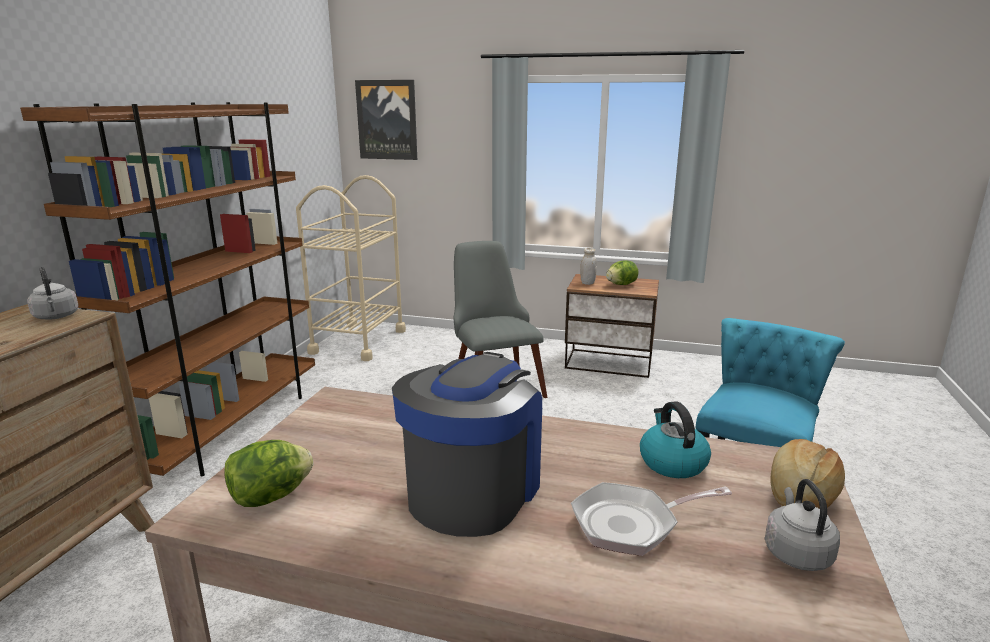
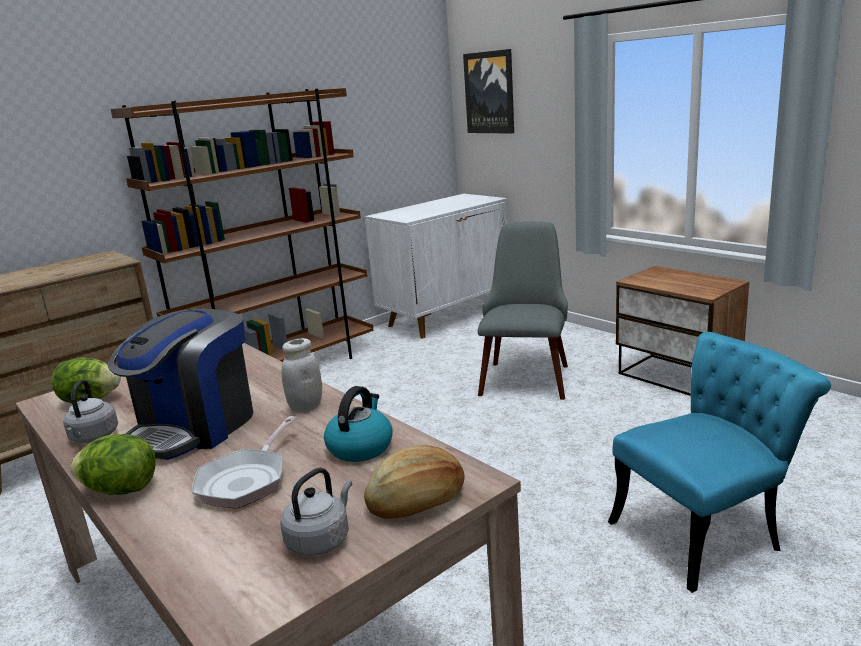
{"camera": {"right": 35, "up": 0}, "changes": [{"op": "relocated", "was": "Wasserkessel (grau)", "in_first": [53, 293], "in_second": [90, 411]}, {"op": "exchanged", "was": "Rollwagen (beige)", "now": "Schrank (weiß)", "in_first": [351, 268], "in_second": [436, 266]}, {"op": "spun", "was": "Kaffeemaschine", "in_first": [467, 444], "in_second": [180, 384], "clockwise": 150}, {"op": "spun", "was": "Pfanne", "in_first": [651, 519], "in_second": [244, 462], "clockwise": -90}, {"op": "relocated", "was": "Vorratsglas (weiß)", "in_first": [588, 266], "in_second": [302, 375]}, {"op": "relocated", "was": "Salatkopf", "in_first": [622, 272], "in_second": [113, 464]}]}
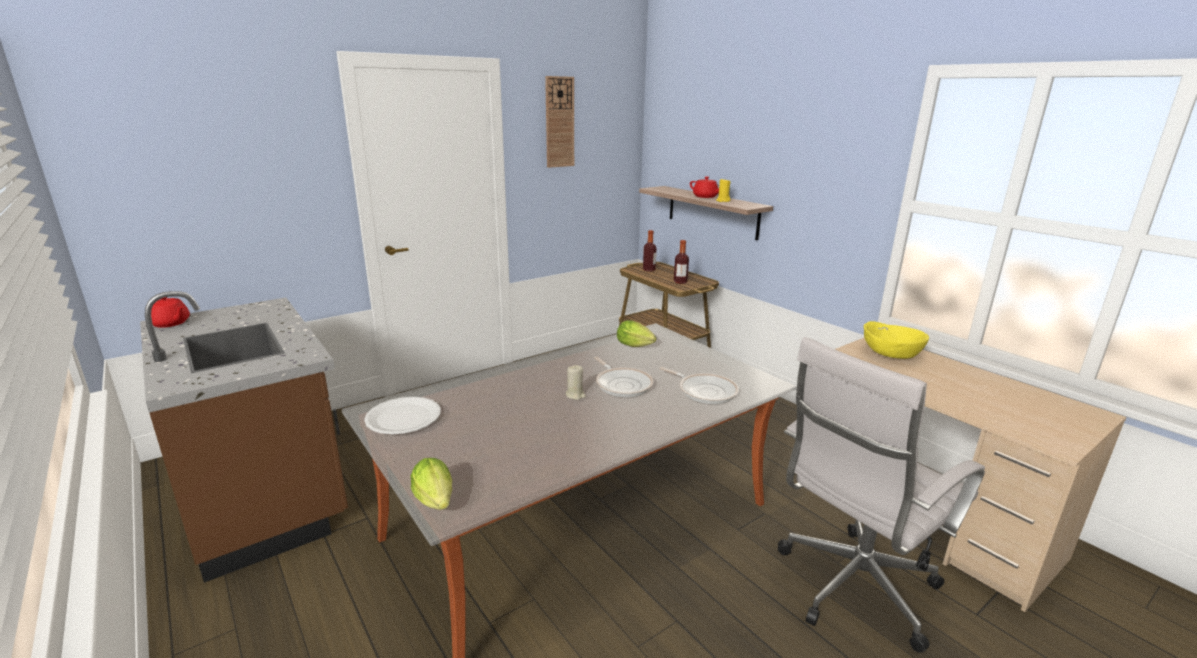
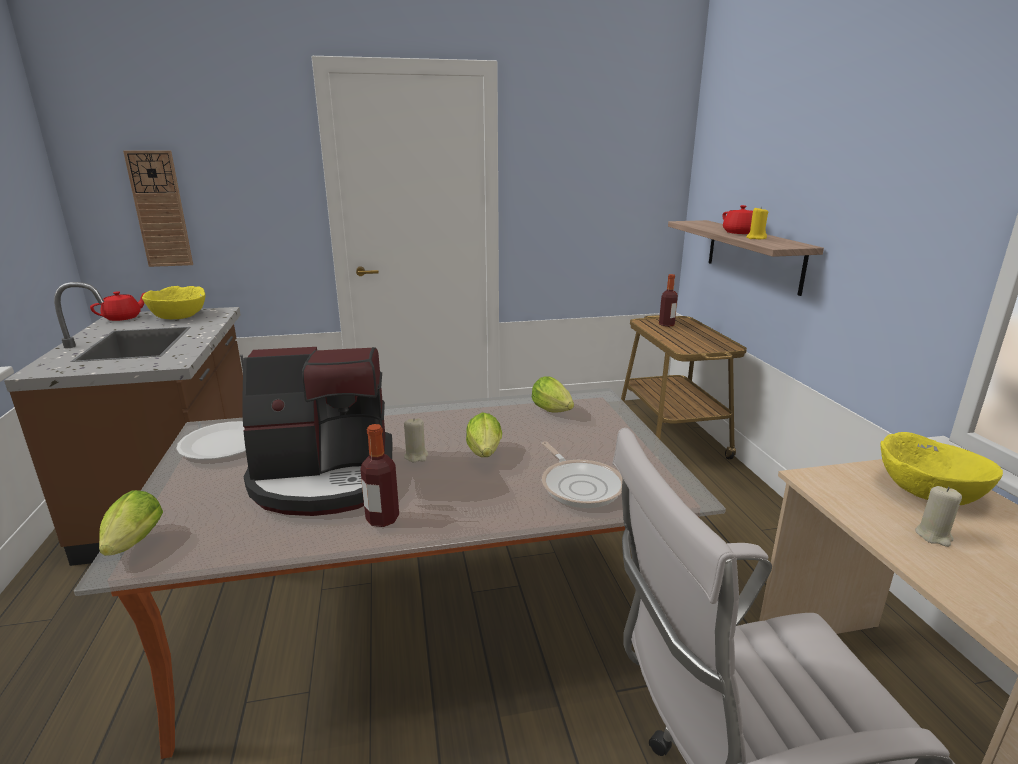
{"camera": {"right": 25, "up": 0}, "changes": [{"op": "spun", "was": "Teekanne (rot)", "in_first": [170, 312], "in_second": [118, 306], "clockwise": -105}, {"op": "relocated", "was": "Wanduhr", "in_first": [559, 122], "in_second": [158, 208]}, {"op": "exchanged", "was": "Pfanne", "now": "Salatkopf", "in_first": [624, 377], "in_second": [484, 435]}, {"op": "relocated", "was": "Flasche", "in_first": [681, 262], "in_second": [379, 475]}, {"op": "appeared", "now": "Schüssel (gelb)", "in_second": [173, 302]}, {"op": "appeared", "now": "Kaffeemaschine", "in_second": [317, 431]}, {"op": "appeared", "now": "Kerze (beige)", "in_second": [938, 516]}]}
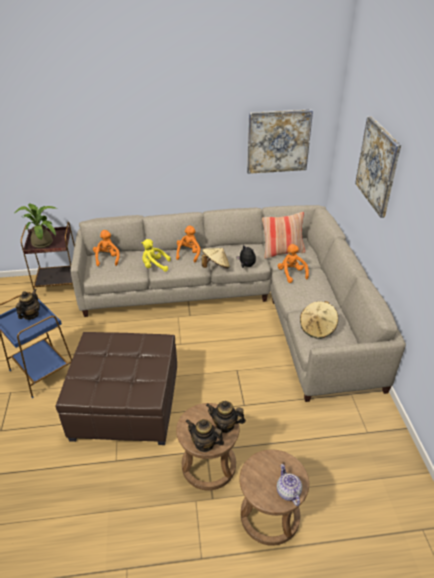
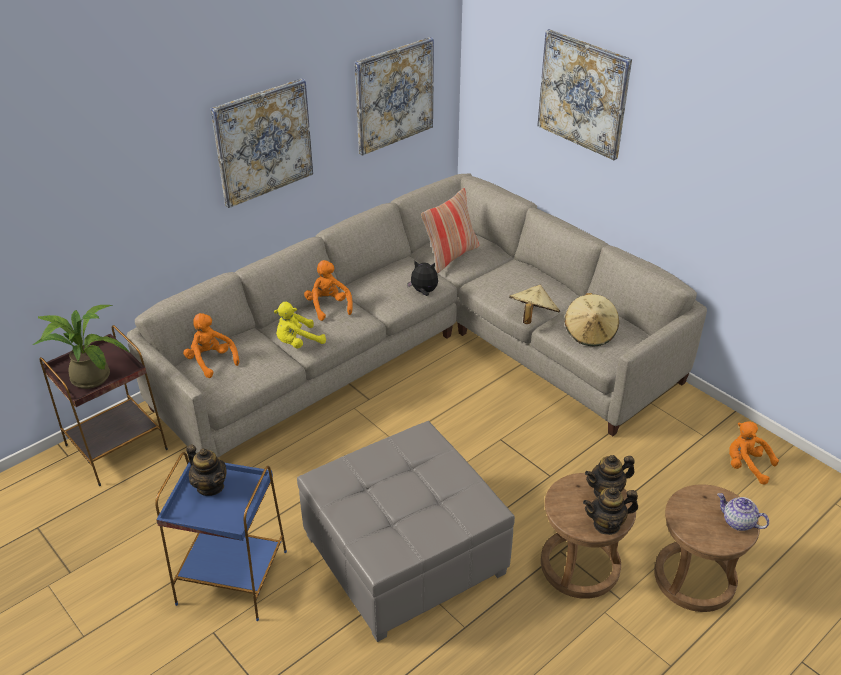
{"camera": {"right": -35, "up": 0}, "changes": [{"op": "spun", "was": "Teekanne", "in_first": [28, 304], "in_second": [206, 470], "clockwise": 150}, {"op": "colour", "was": "Polsterhocker (braun)", "now": "Polsterhocker (grau)", "in_first": [116, 388], "in_second": [406, 531]}, {"op": "relocated", "was": "Hut (beige)", "in_first": [216, 258], "in_second": [534, 304]}, {"op": "relocated", "was": "Plüschtier (orange)", "in_first": [293, 263], "in_second": [754, 452]}, {"op": "appeared", "now": "Bild", "in_second": [262, 143]}]}
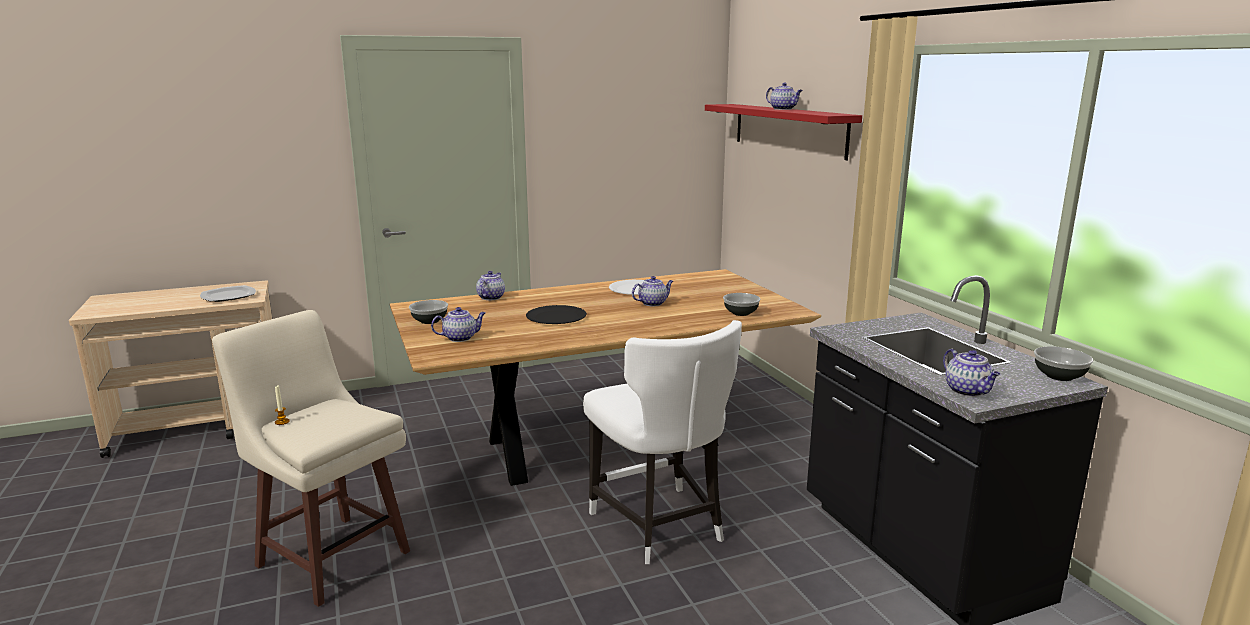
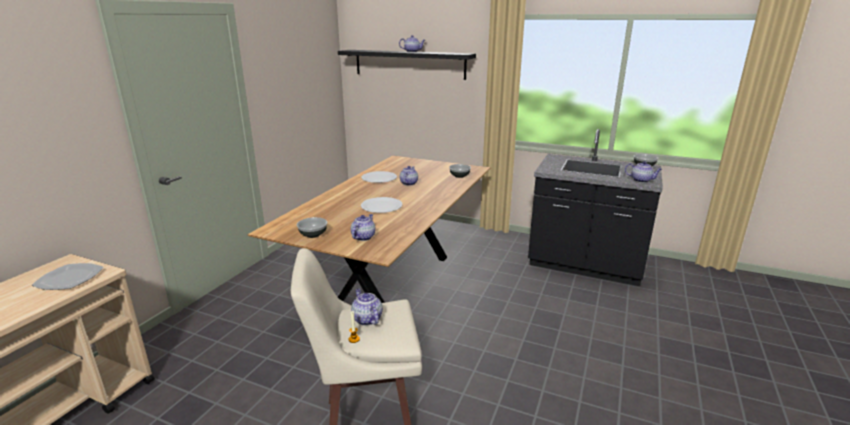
{"camera": {"right": -45, "up": 5}, "changes": [{"op": "relocated", "was": "Teekanne", "in_first": [490, 285], "in_second": [367, 307]}, {"op": "colour", "was": "Teller (schwarz)", "now": "Teller (weiß)", "in_first": [556, 314], "in_second": [381, 205]}, {"op": "missing", "was": "Stuhl (weiß)", "in_first": [662, 442]}, {"op": "colour", "was": "Wandregal (rot)", "now": "Wandregal (schwarz)", "in_first": [783, 132], "in_second": [407, 65]}]}
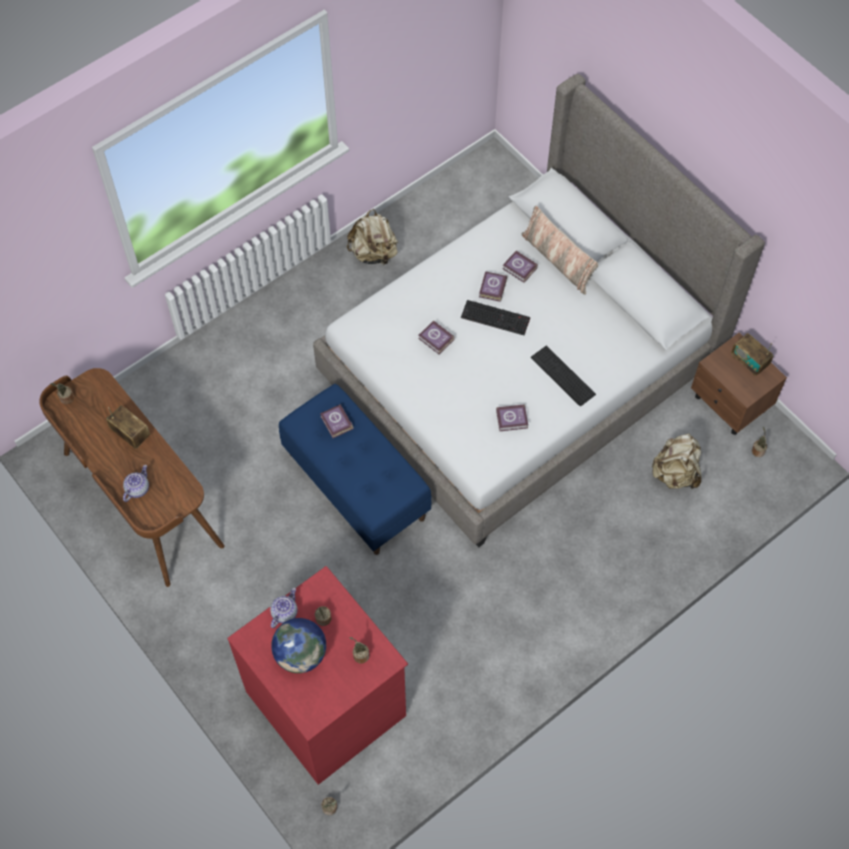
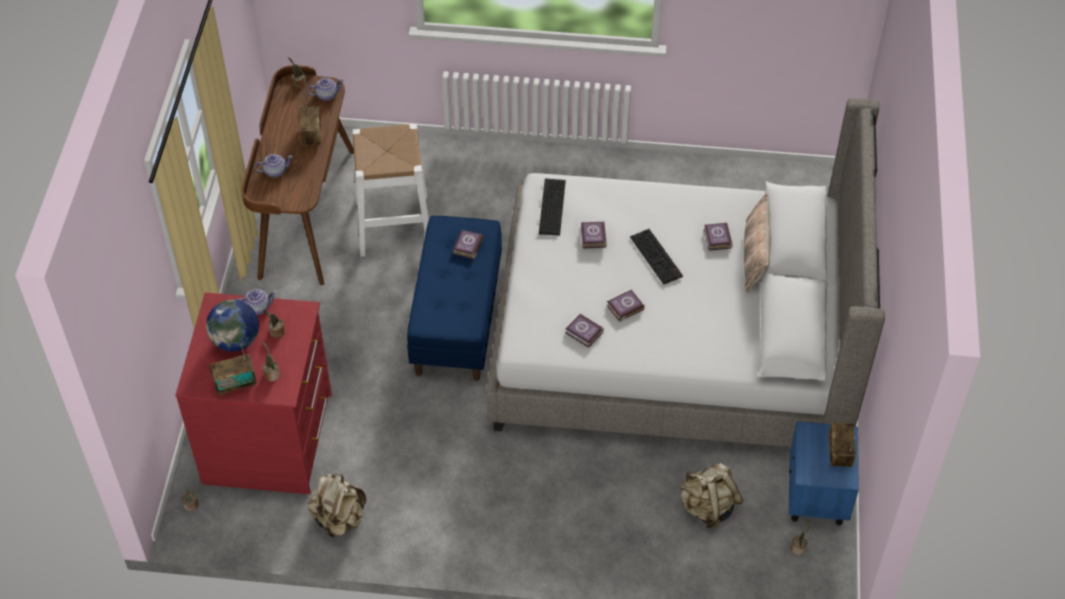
{"camera": {"right": 45, "up": -10}, "changes": [{"op": "relocated", "was": "Rucksack (beige)", "in_first": [372, 237], "in_second": [336, 505]}, {"op": "relocated", "was": "Buch", "in_first": [493, 286], "in_second": [626, 306]}, {"op": "relocated", "was": "Tastatur", "in_first": [563, 376], "in_second": [552, 207]}, {"op": "colour", "was": "Nachttisch (braun)", "now": "Nachttisch (blau)", "in_first": [739, 384], "in_second": [824, 473]}, {"op": "appeared", "now": "Radio", "in_second": [233, 370]}, {"op": "appeared", "now": "Teekanne", "in_second": [325, 89]}, {"op": "appeared", "now": "Hocker (weiß)", "in_second": [390, 190]}]}
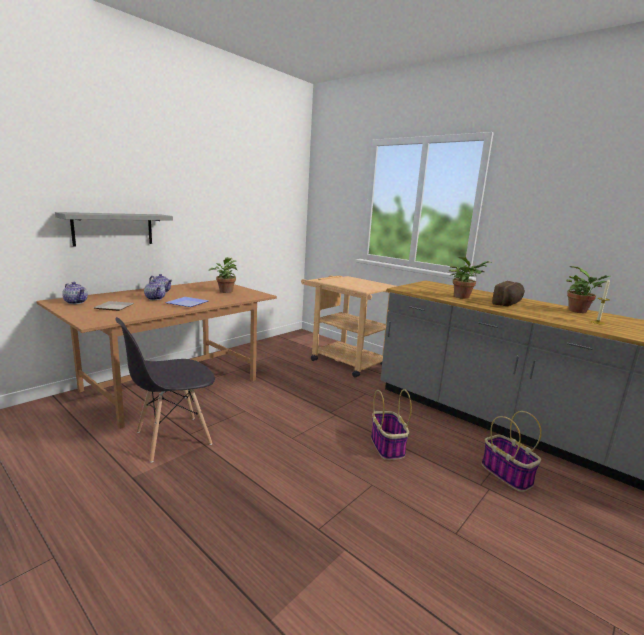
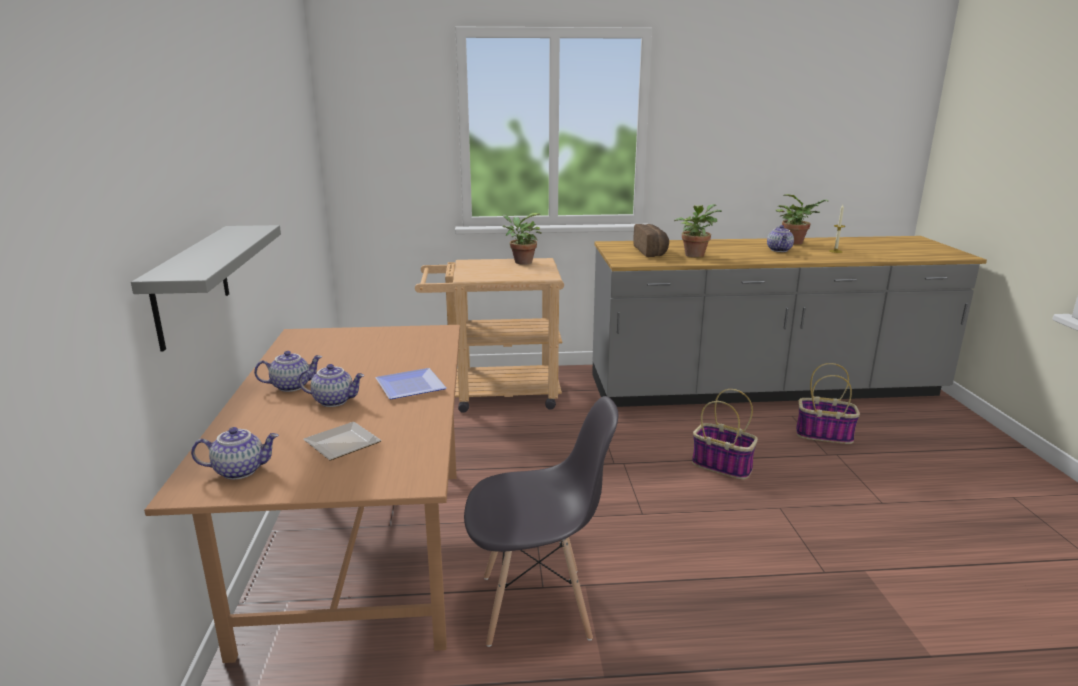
{"camera": {"right": -45, "up": 5}, "changes": [{"op": "spun", "was": "Stuhl (grau)", "in_first": [165, 390], "in_second": [541, 521], "clockwise": -105}, {"op": "relocated", "was": "Topfpflanze", "in_first": [223, 275], "in_second": [522, 238]}, {"op": "relocated", "was": "Brot", "in_first": [508, 293], "in_second": [651, 240]}, {"op": "appeared", "now": "Teekanne", "in_second": [780, 238]}]}
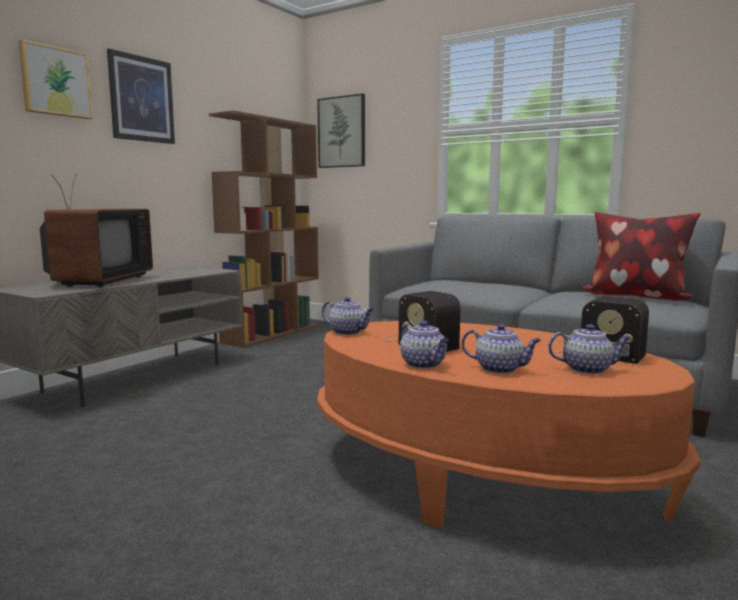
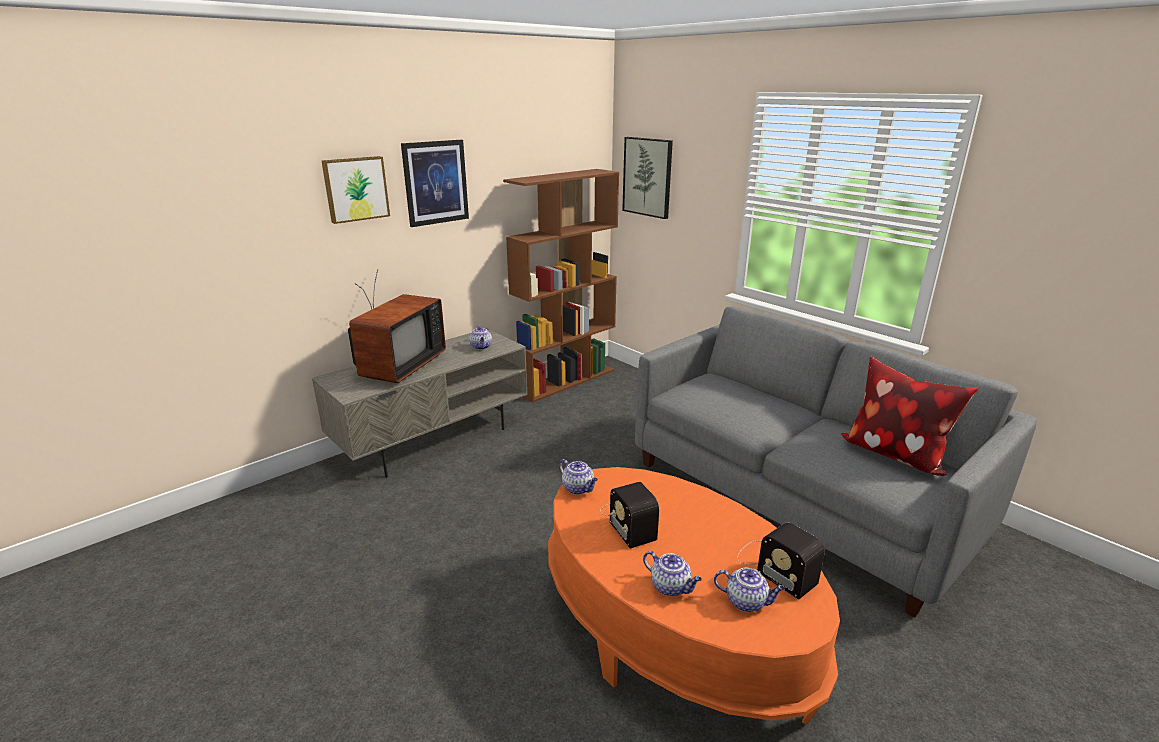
{"camera": {"right": 15, "up": 15}, "changes": [{"op": "relocated", "was": "Teekanne", "in_first": [424, 344], "in_second": [480, 338]}]}
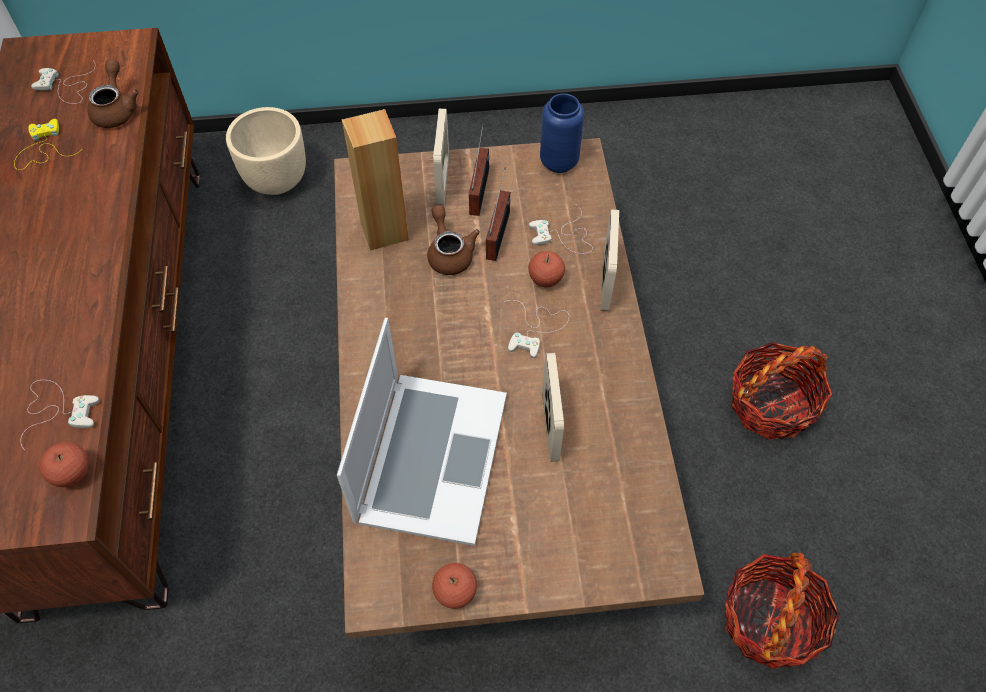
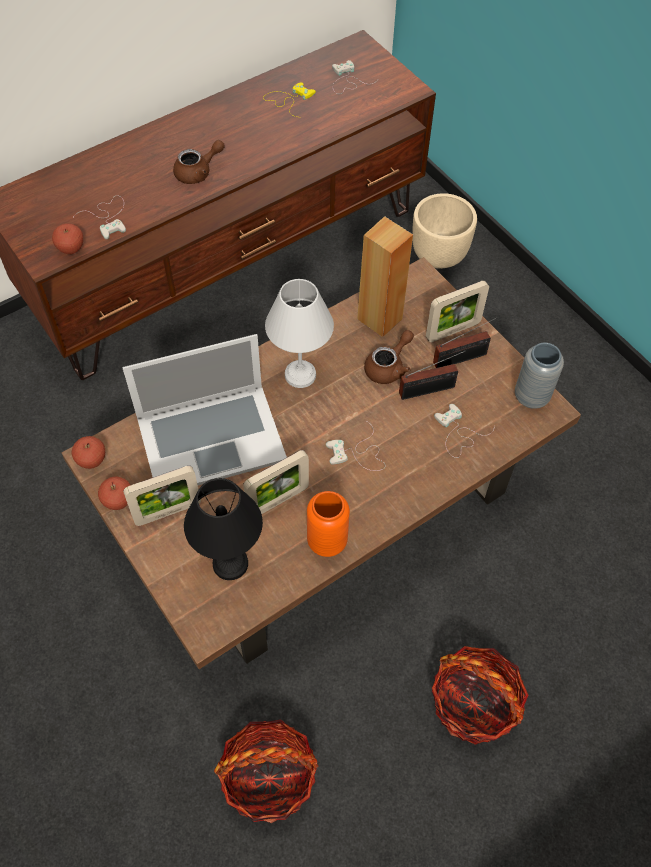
{"camera": {"right": 60, "up": 0}, "changes": [{"op": "relocated", "was": "Teekanne (braun)", "in_first": [113, 93], "in_second": [199, 162]}, {"op": "relocated", "was": "Apfel", "in_first": [546, 269], "in_second": [88, 452]}, {"op": "colour", "was": "Vase (blau)", "now": "Vase (grau)", "in_first": [562, 133], "in_second": [539, 376]}, {"op": "relocated", "was": "Bilderrahmen", "in_first": [610, 260], "in_second": [162, 496]}, {"op": "appeared", "now": "Tischlampe (schwarz)", "in_second": [223, 529]}, {"op": "appeared", "now": "Tischlampe (weiß)", "in_second": [299, 333]}, {"op": "appeared", "now": "Vase (orange)", "in_second": [328, 524]}]}
